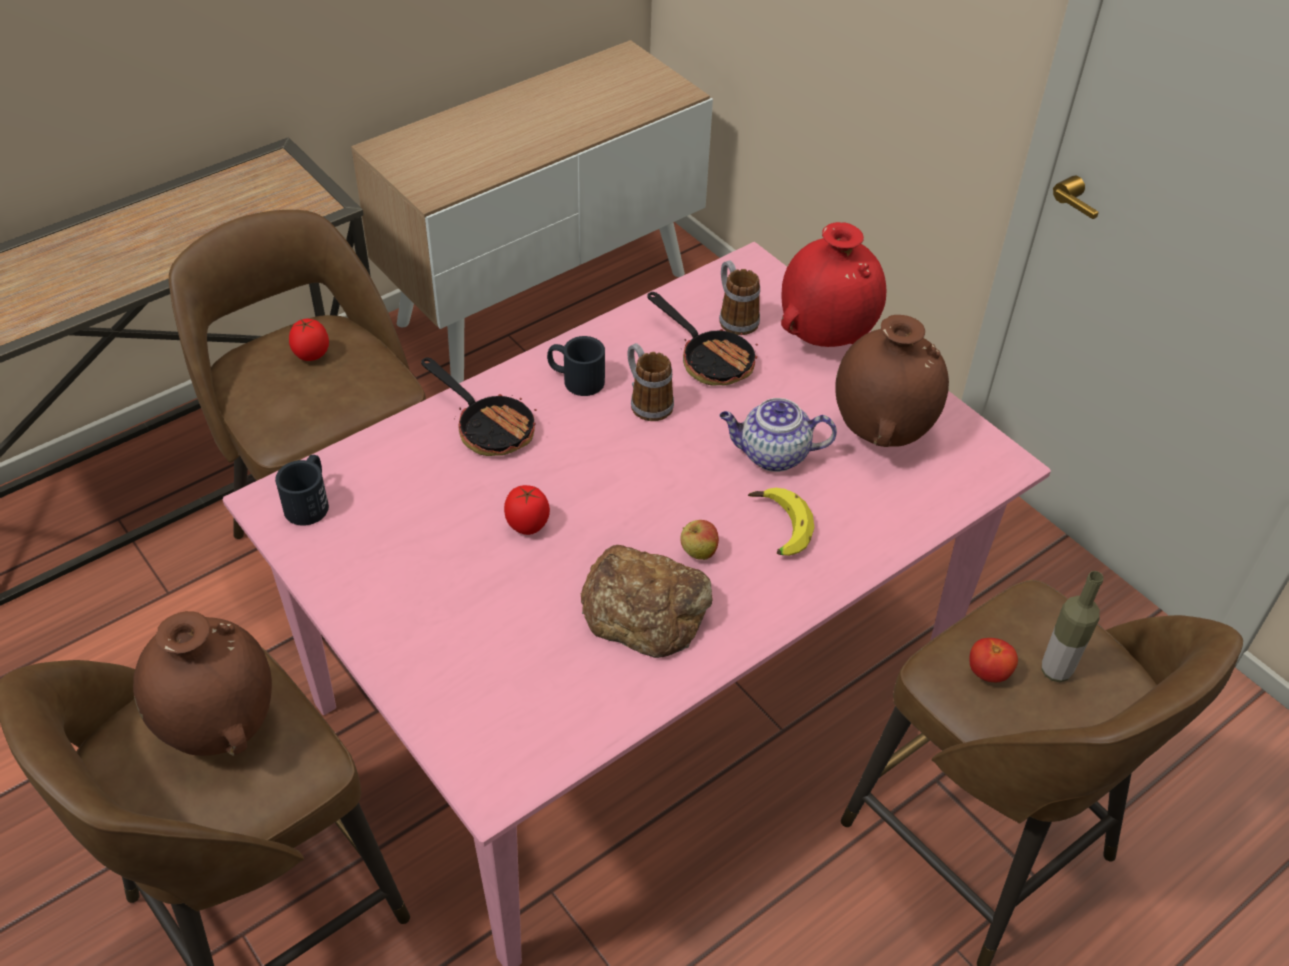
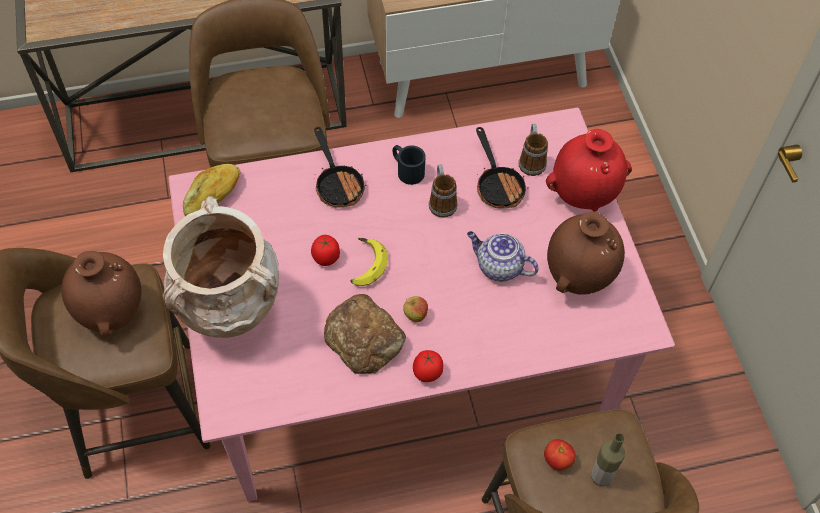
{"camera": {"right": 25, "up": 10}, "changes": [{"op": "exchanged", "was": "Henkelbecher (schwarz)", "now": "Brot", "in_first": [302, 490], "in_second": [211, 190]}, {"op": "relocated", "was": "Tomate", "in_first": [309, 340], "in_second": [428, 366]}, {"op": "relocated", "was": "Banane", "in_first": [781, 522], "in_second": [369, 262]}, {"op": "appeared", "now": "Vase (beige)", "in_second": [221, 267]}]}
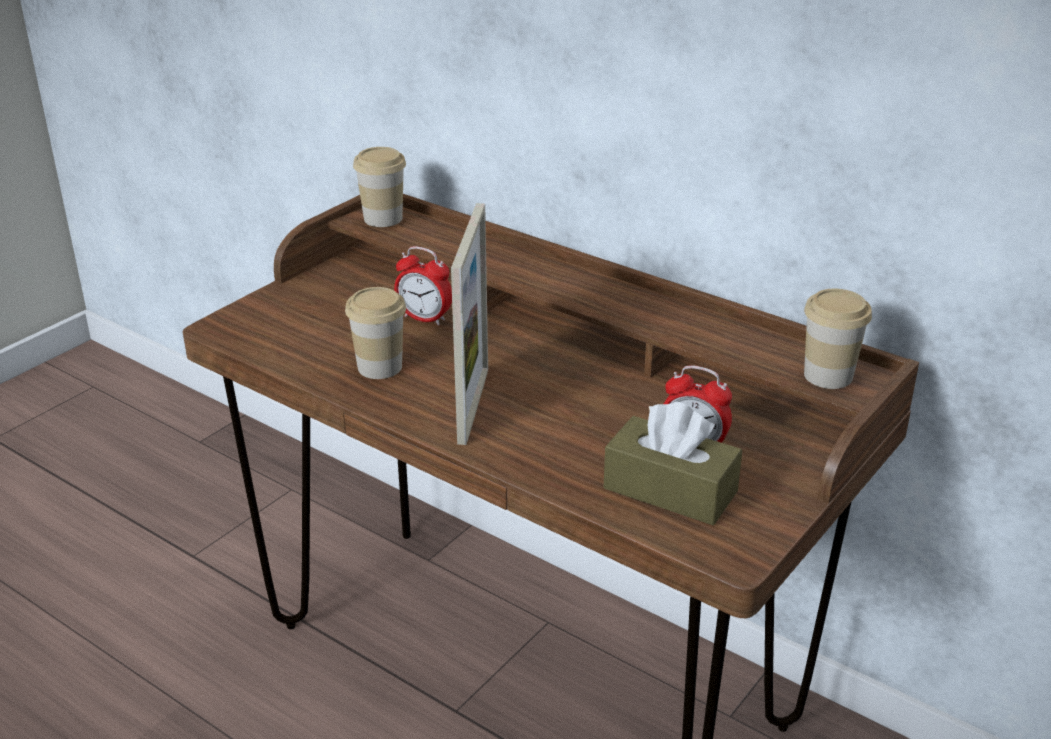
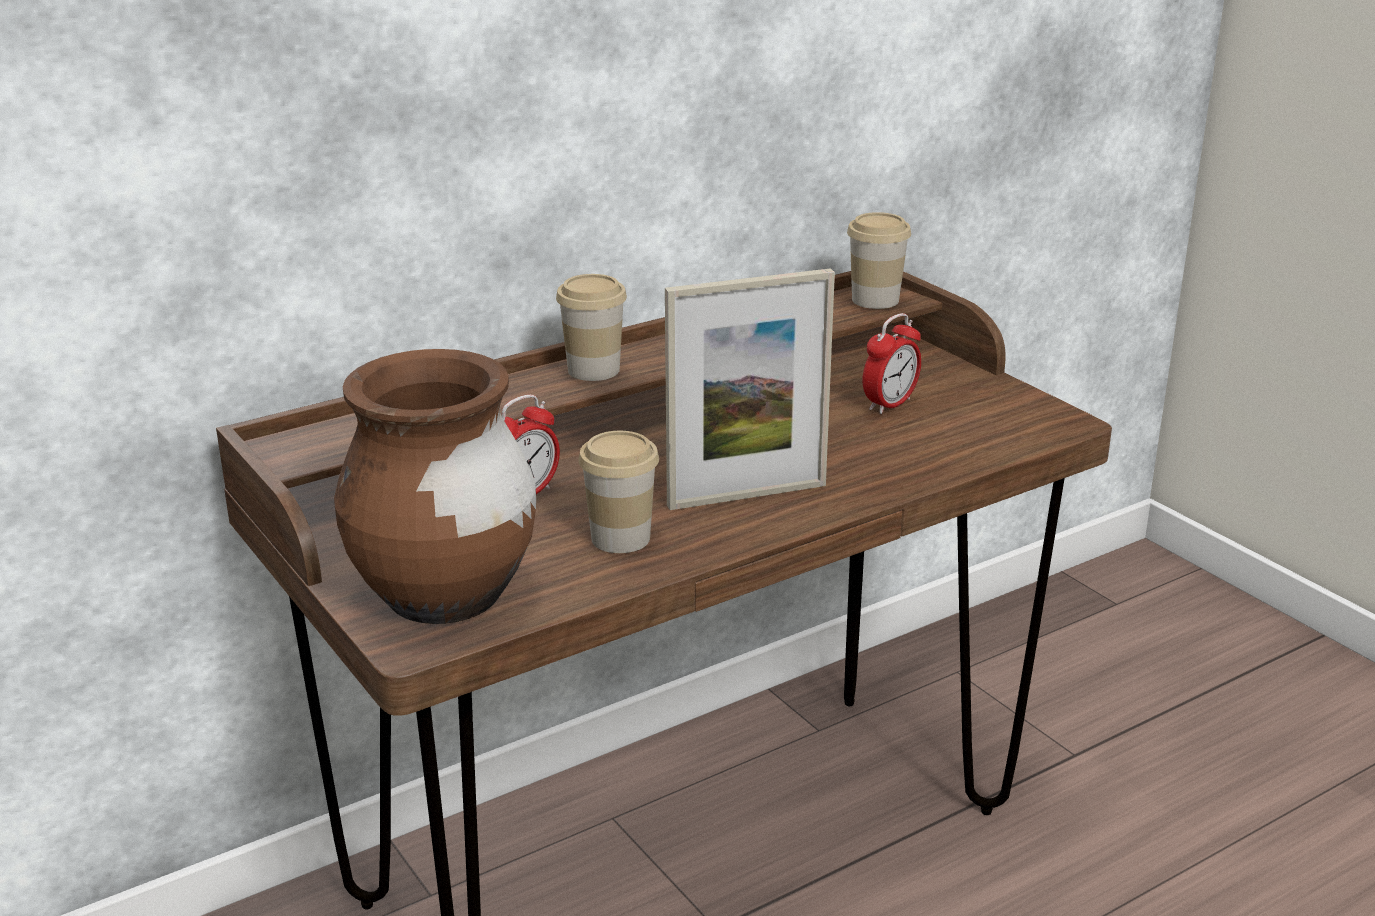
{"camera": {"right": -70, "up": -5}, "changes": [{"op": "relocated", "was": "Tasse", "in_first": [379, 187], "in_second": [591, 327]}, {"op": "spun", "was": "Bilderrahmen", "in_first": [469, 324], "in_second": [750, 389], "clockwise": 135}, {"op": "missing", "was": "Taschentuchbox (braun)", "in_first": [673, 463]}, {"op": "appeared", "now": "Vase (braun)", "in_second": [435, 486]}]}
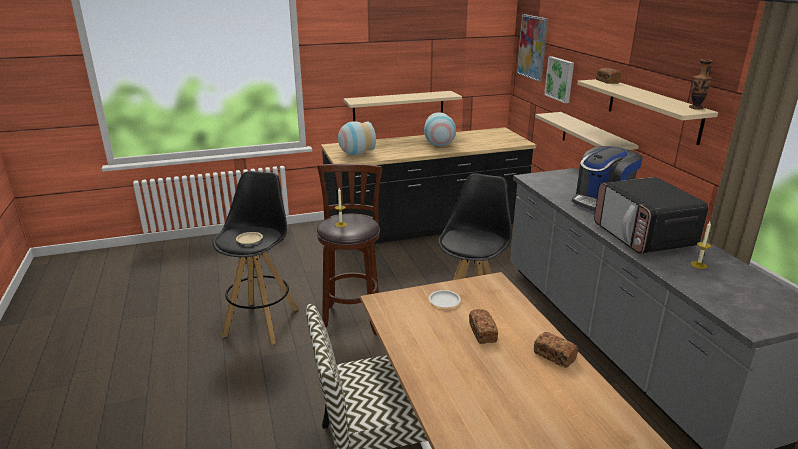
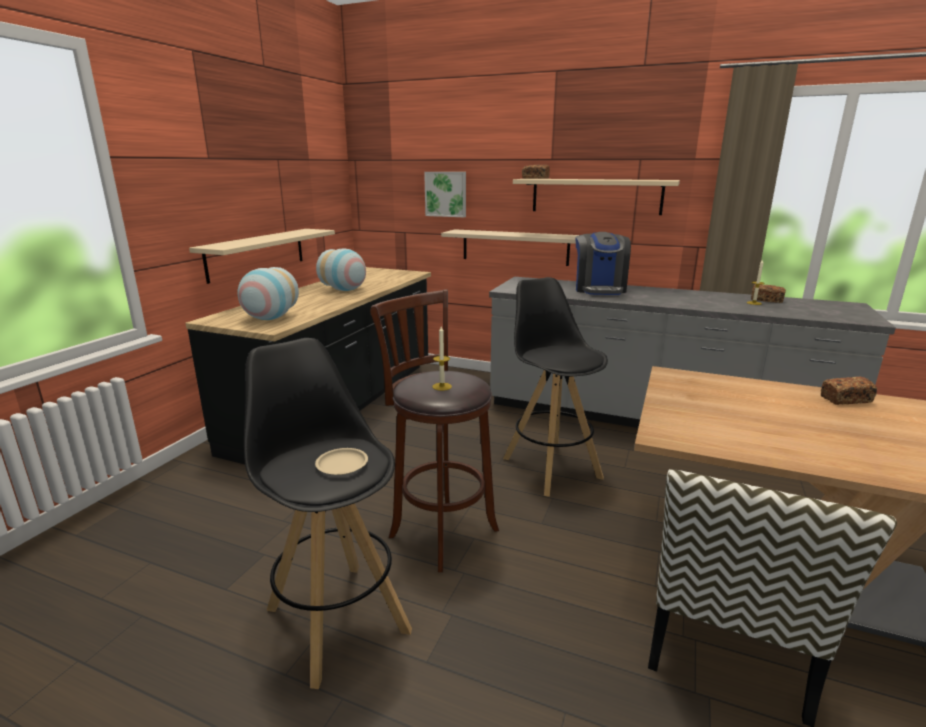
{"camera": {"right": -50, "up": -5}, "changes": [{"op": "missing", "was": "Teller (weiß)", "in_first": [445, 299]}, {"op": "relocated", "was": "Brot", "in_first": [483, 326], "in_second": [768, 293]}, {"op": "missing", "was": "Bild", "in_first": [532, 48]}, {"op": "missing", "was": "Mikrowelle", "in_first": [651, 215]}, {"op": "missing", "was": "Vase", "in_first": [700, 84]}]}
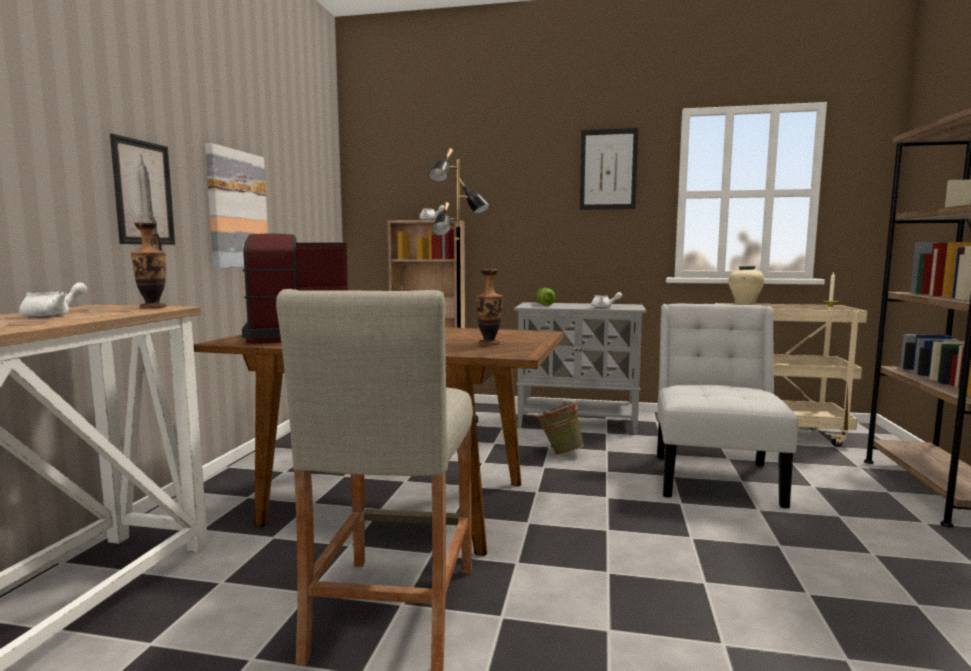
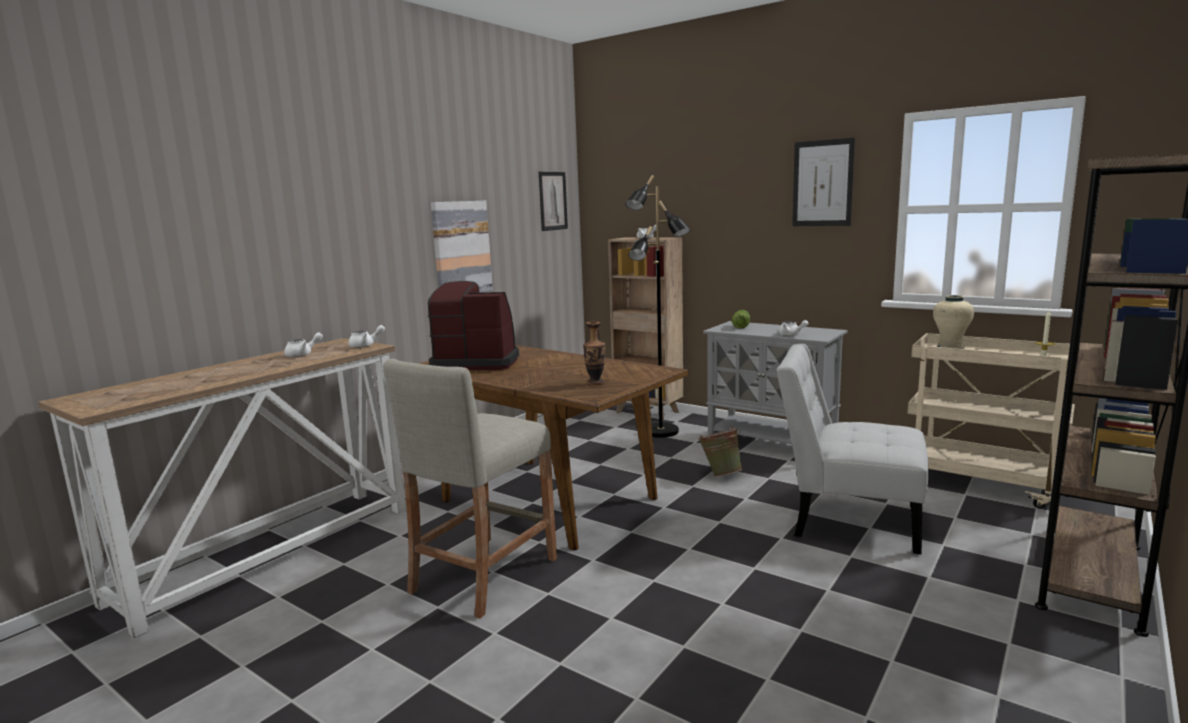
{"camera": {"right": 25, "up": 5}, "changes": [{"op": "relocated", "was": "Bild", "in_first": [142, 189], "in_second": [553, 201]}, {"op": "exchanged", "was": "Vase", "now": "Teekanne (weiß)", "in_first": [148, 265], "in_second": [366, 336]}, {"op": "spun", "was": "Stuhl (weiß)", "in_first": [728, 406], "in_second": [852, 449], "clockwise": -105}]}
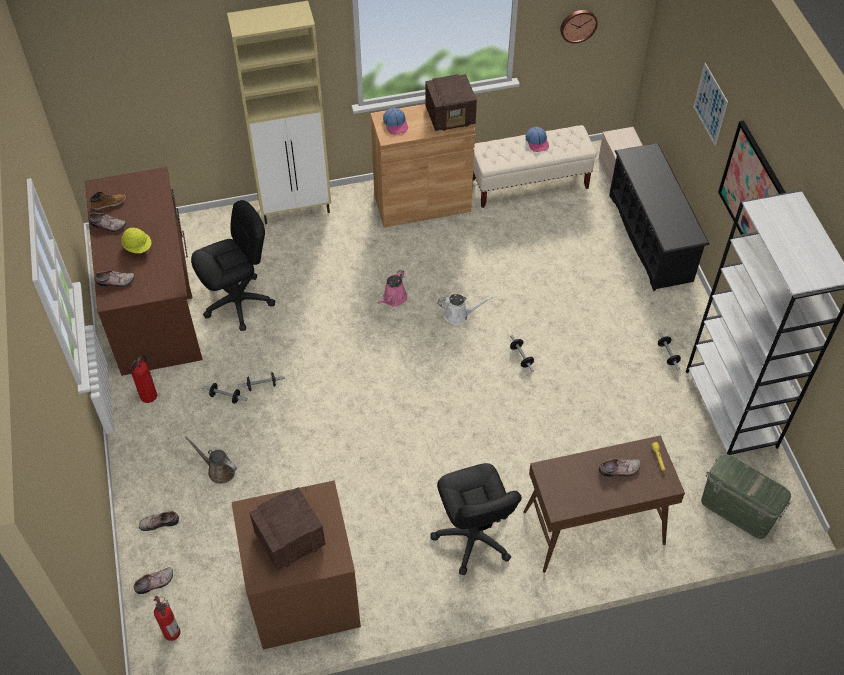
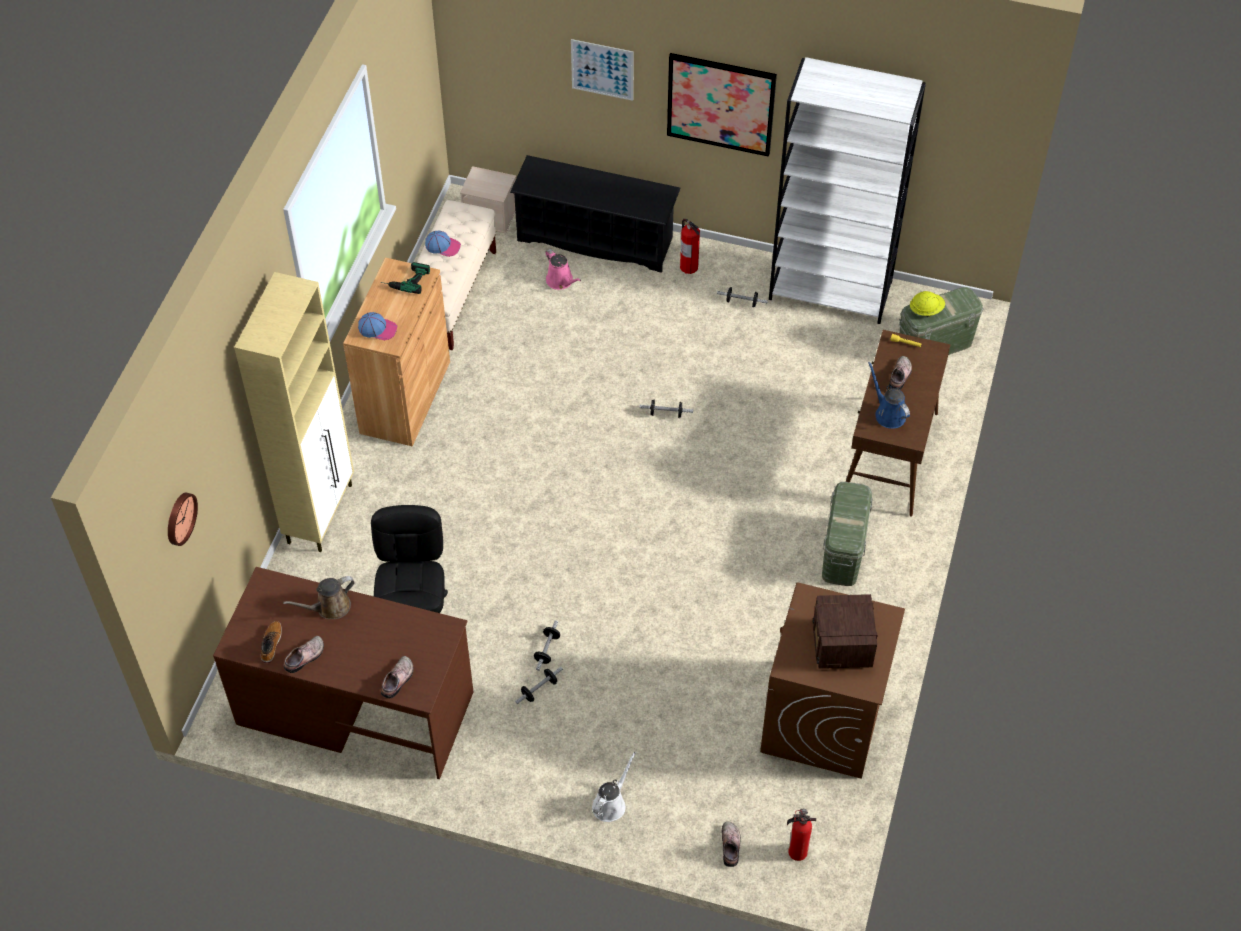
{"camera": {"right": -60, "up": 0}, "changes": [{"op": "relocated", "was": "Schutzhelm (gelb)", "in_first": [136, 240], "in_second": [927, 304]}, {"op": "relocated", "was": "Feuerlöscher", "in_first": [143, 379], "in_second": [690, 246]}, {"op": "missing", "was": "Schuh", "in_first": [159, 521]}, {"op": "relocated", "was": "Gießkanne (braun)", "in_first": [211, 460], "in_second": [319, 597]}, {"op": "relocated", "was": "Gießkanne (rosa)", "in_first": [392, 288], "in_second": [563, 269]}, {"op": "exchanged", "was": "Radio", "now": "Bohrmaschine", "in_first": [451, 102], "in_second": [405, 278]}, {"op": "exchanged", "was": "Bürostuhl (schwarz)", "now": "Aufbewahrungsbox (grün)", "in_first": [476, 519], "in_second": [847, 534]}, {"op": "relocated", "was": "Gießkanne (weiß)", "in_first": [465, 309], "in_second": [614, 787]}, {"op": "relocated", "was": "Wanduhr", "in_first": [579, 26], "in_second": [183, 519]}, {"op": "appeared", "now": "Gießkanne (blau)", "in_second": [889, 395]}]}
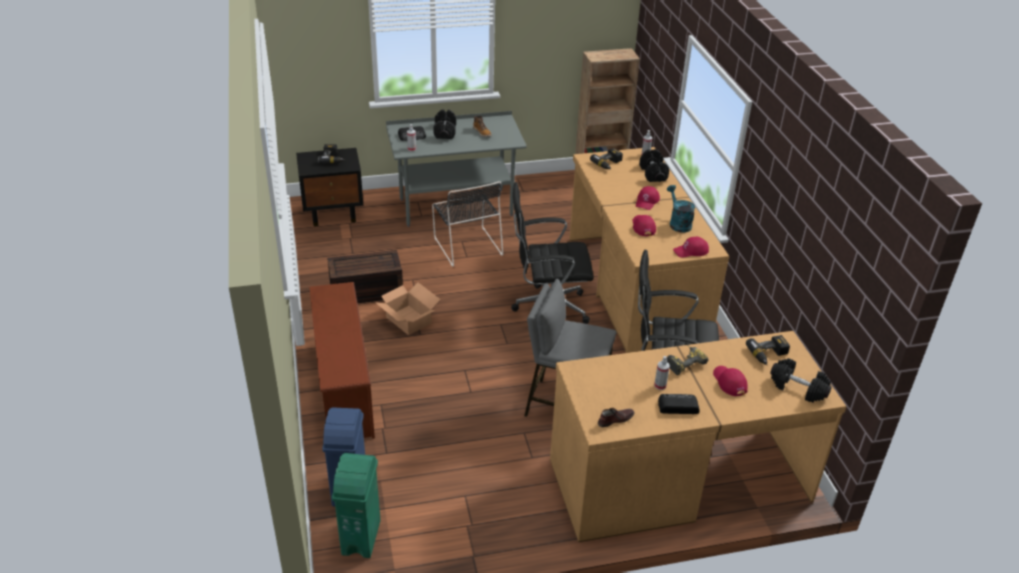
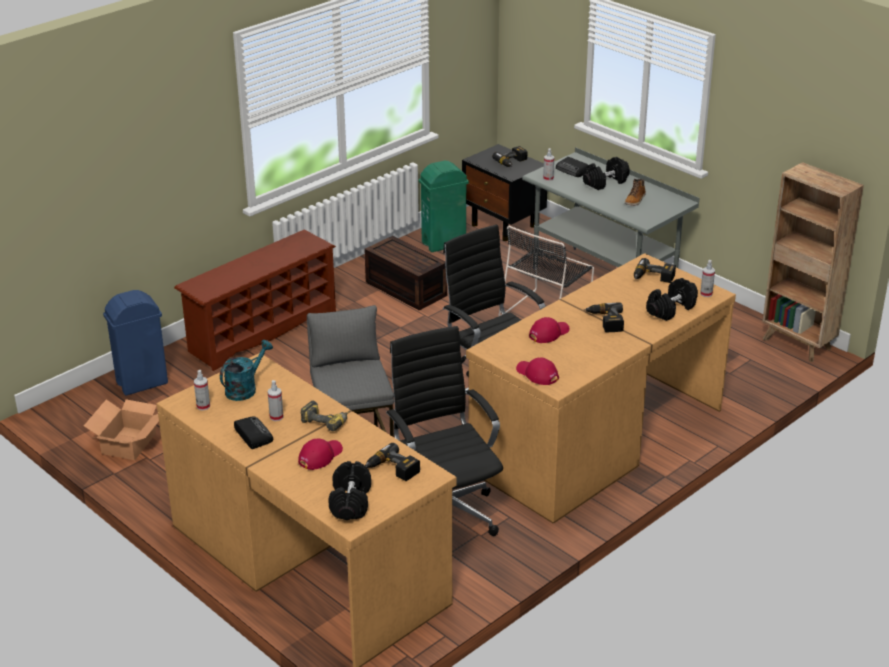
{"camera": {"right": 60, "up": -5}, "changes": [{"op": "relocated", "was": "Mülleimer (grün)", "in_first": [356, 505], "in_second": [444, 206]}, {"op": "relocated", "was": "Karton", "in_first": [408, 308], "in_second": [121, 430]}, {"op": "exchanged", "was": "Schuh (braun)", "now": "Sprühflasche", "in_first": [616, 417], "in_second": [202, 390]}, {"op": "exchanged", "was": "Kappe (rot)", "now": "Bohrmaschine", "in_first": [648, 198], "in_second": [604, 317]}, {"op": "relocated", "was": "Gießkanne (türkis)", "in_first": [681, 209], "in_second": [246, 370]}]}
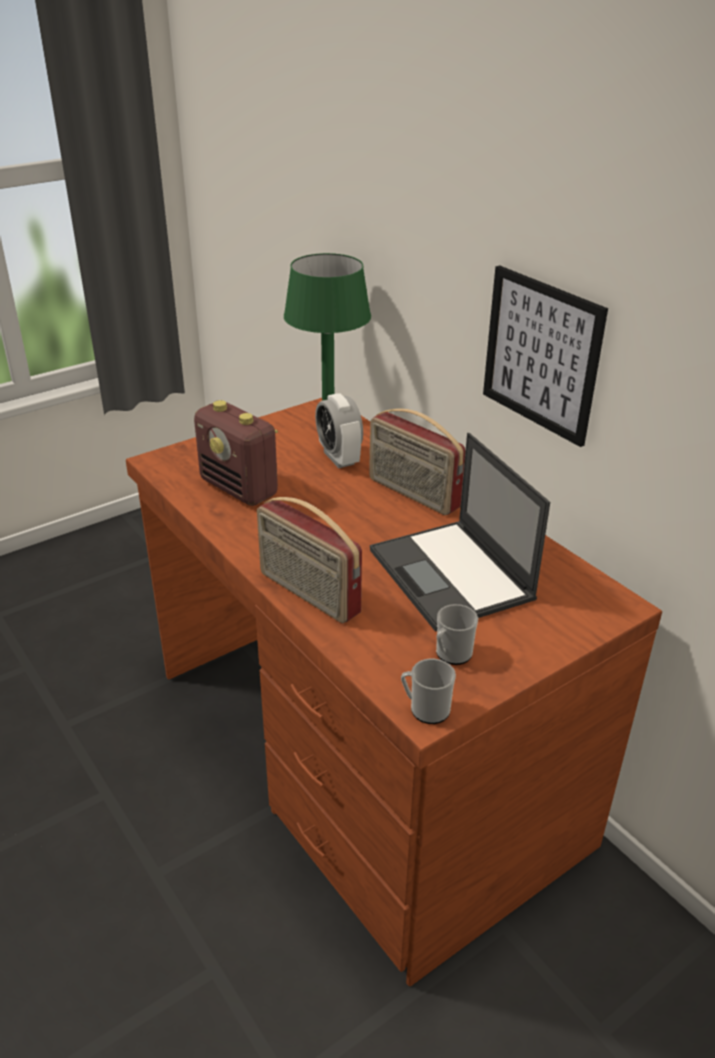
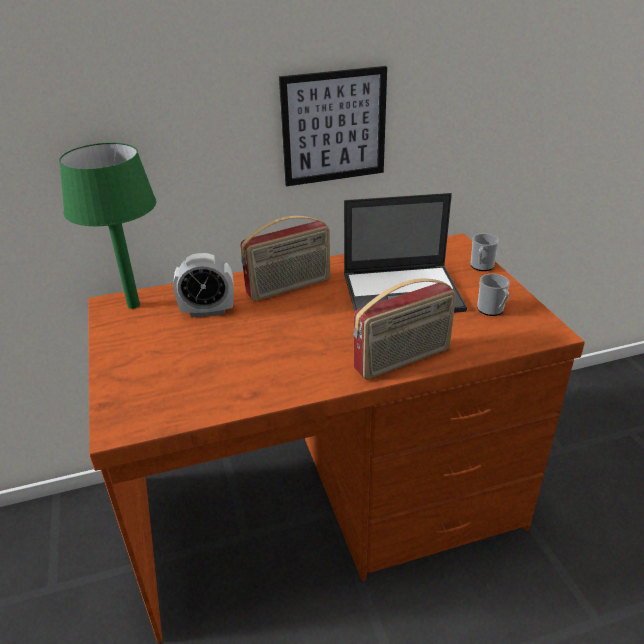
{"camera": {"right": -70, "up": 0}, "changes": [{"op": "missing", "was": "Radio", "in_first": [236, 453]}, {"op": "relocated", "was": "Henkelbecher", "in_first": [428, 691], "in_second": [485, 252]}]}
